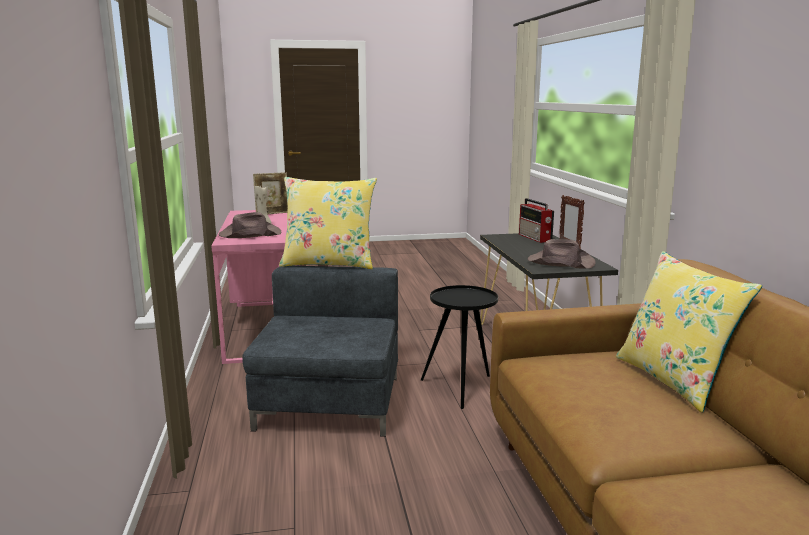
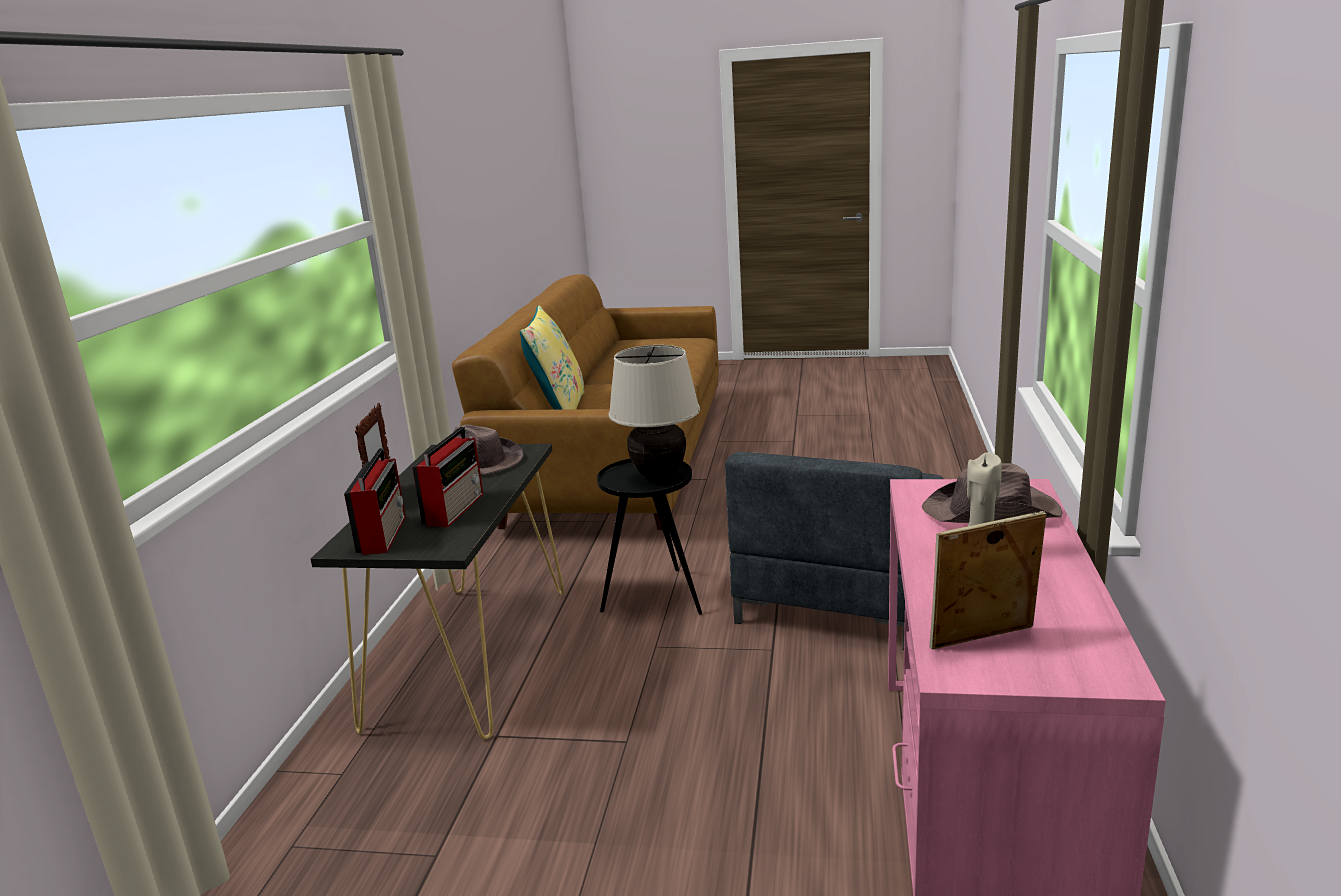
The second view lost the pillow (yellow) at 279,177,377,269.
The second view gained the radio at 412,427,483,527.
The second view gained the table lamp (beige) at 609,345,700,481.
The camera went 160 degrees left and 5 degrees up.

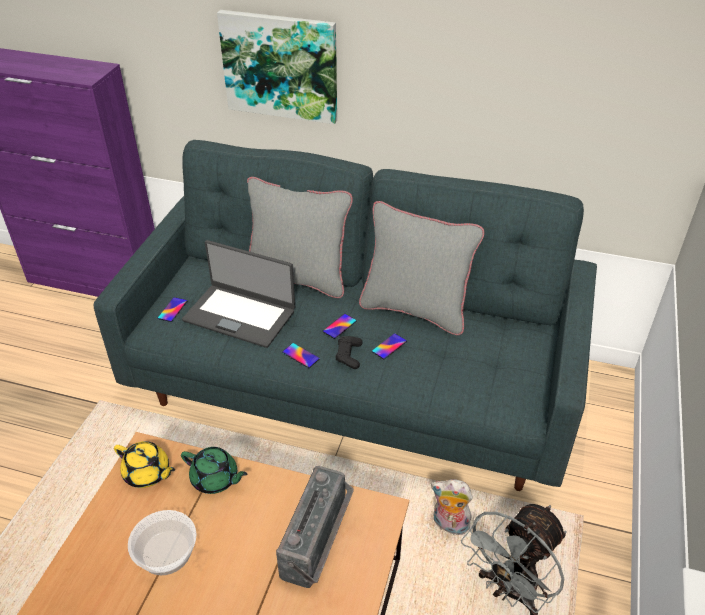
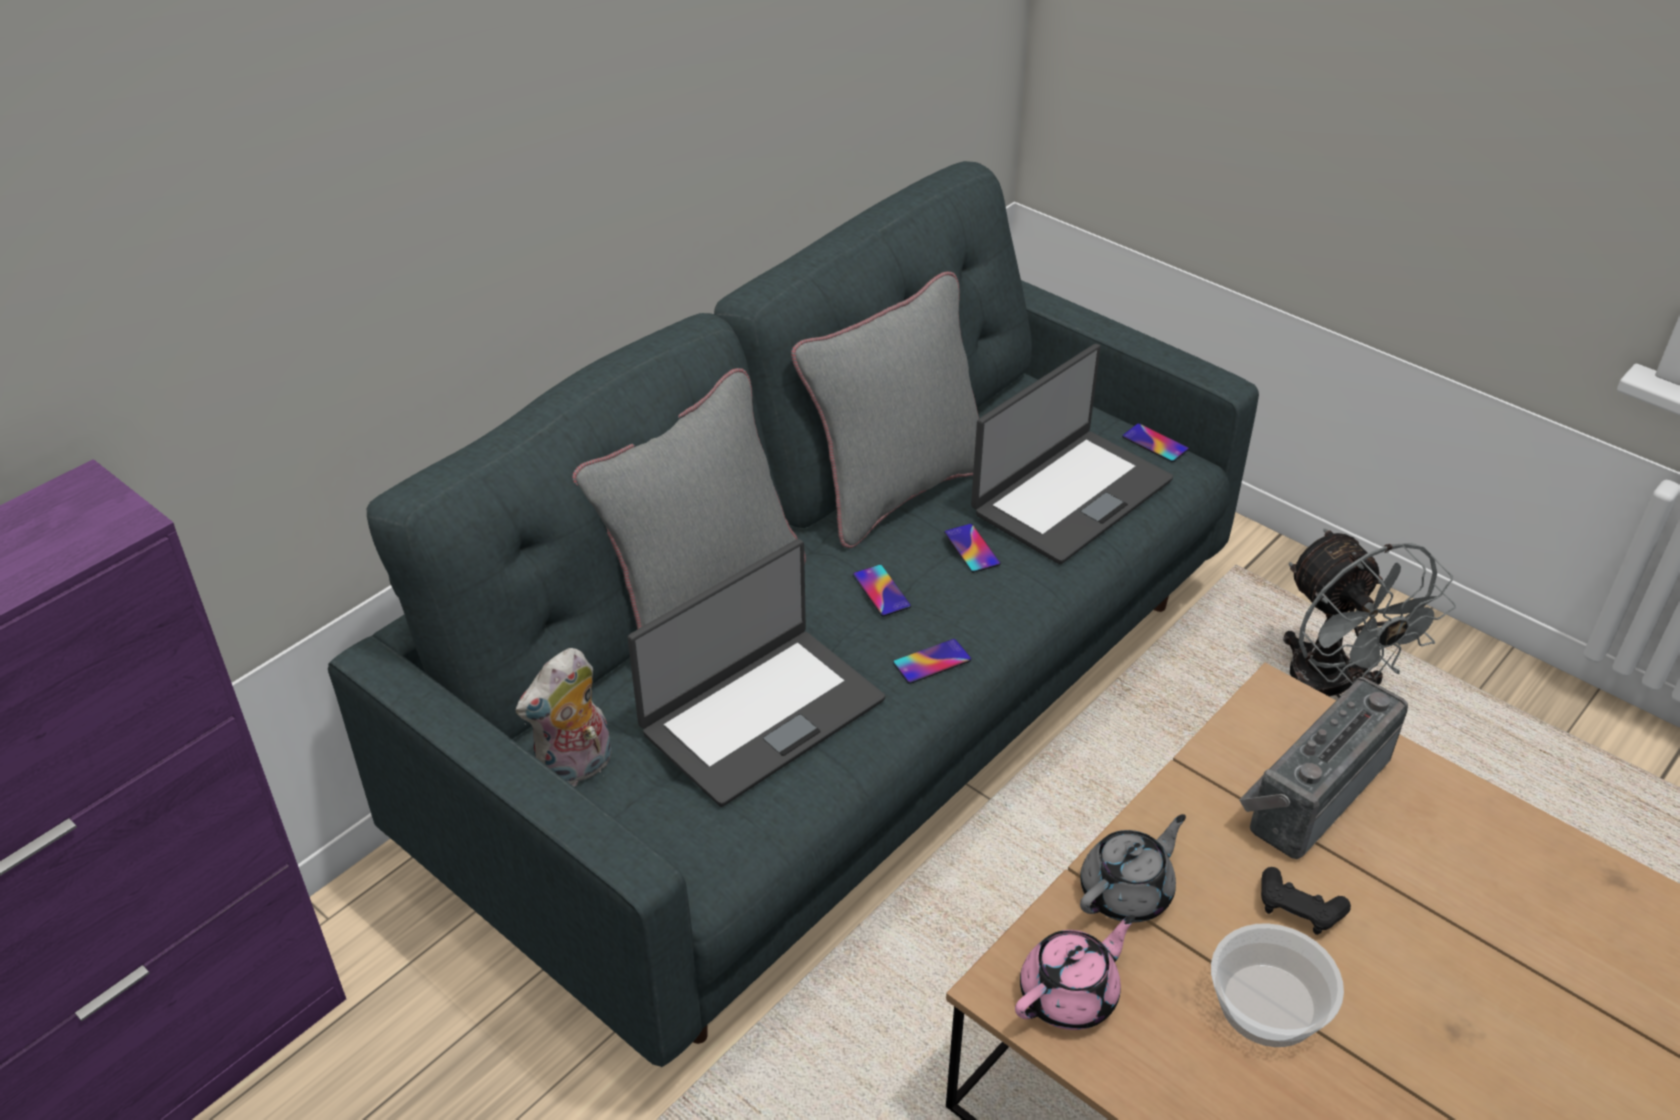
The second view lost the picture at 217,10,337,124.
The second view gained the laptop at 971,344,1173,564.
The phone ended up elsewhere, having gone from 158,297,187,322 to 1122,423,1189,462.
The game controller (black) ended up elsewhere, having gone from 336,336,363,369 to 1261,867,1351,935.
The plush toy ended up elsewhere, having gone from 431,479,473,535 to 516,648,612,787.
What was the teapot (yellow) at 114,441,175,488 turned into the teapot (pink) at 1015,915,1135,1030.
What was the teapot (green) at 181,447,247,494 turned into the teapot (grey) at 1080,814,1186,923.
The radio at 276,466,354,588 ended up facing another way, 90 degrees counterclockwise from before.
The camera went 65 degrees left and 0 degrees up.

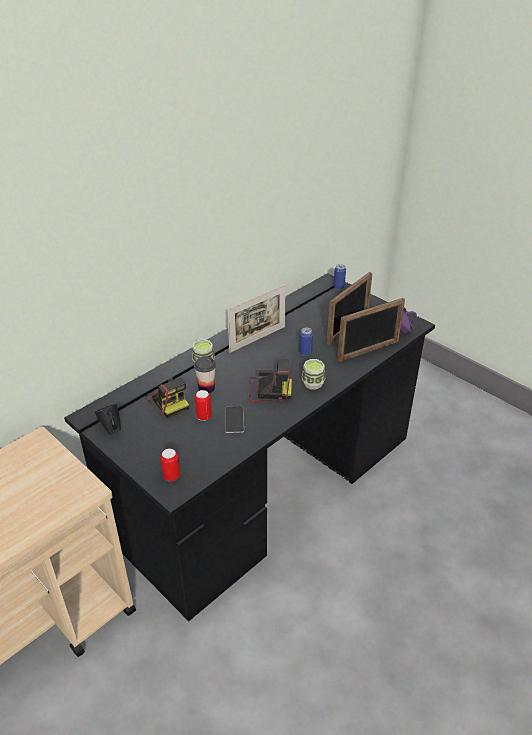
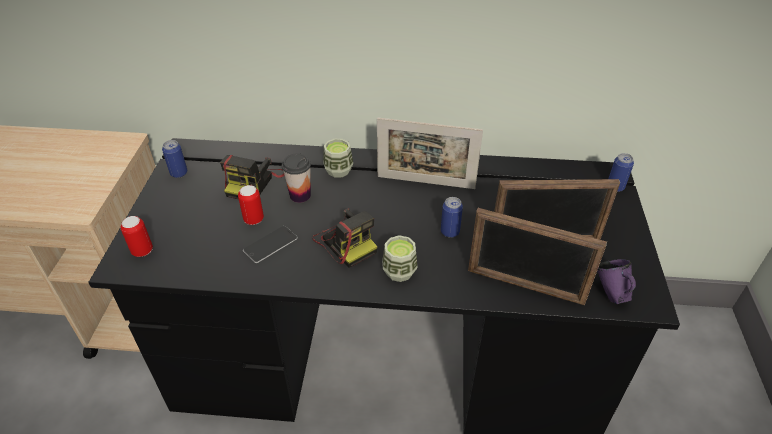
Where the mug (black) stood at 95,404,121,435, the can came to stand at 162,140,187,178.
The camera went 50 degrees right and 5 degrees up.

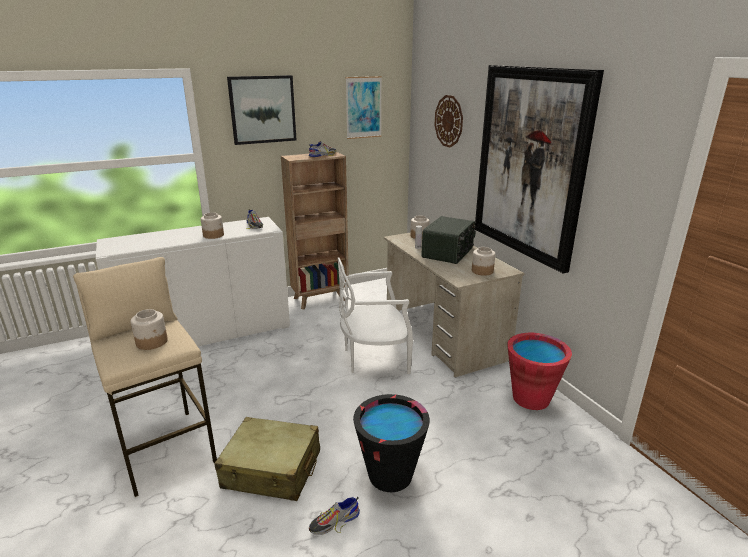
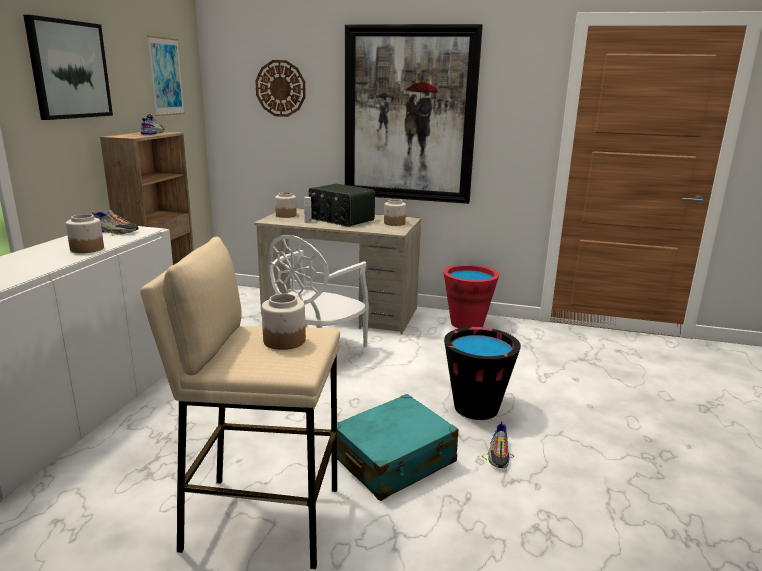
What was the suitcase (beige) at 214,417,320,501 turned into the suitcase (turquoise) at 337,394,459,501.
The radio at 422,216,476,264 ended up facing another way, 150 degrees clockwise from before.
The camera went 50 degrees left and 5 degrees down.

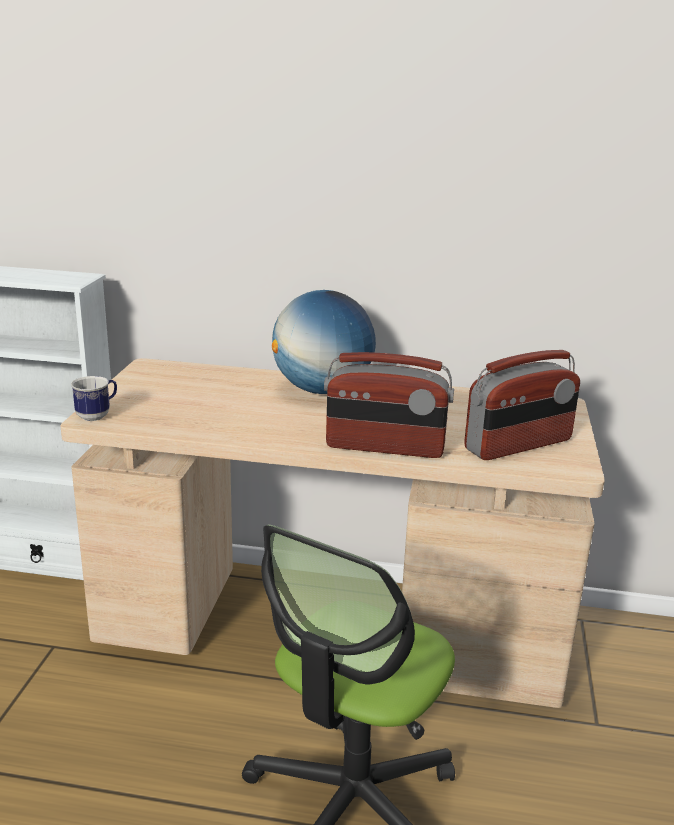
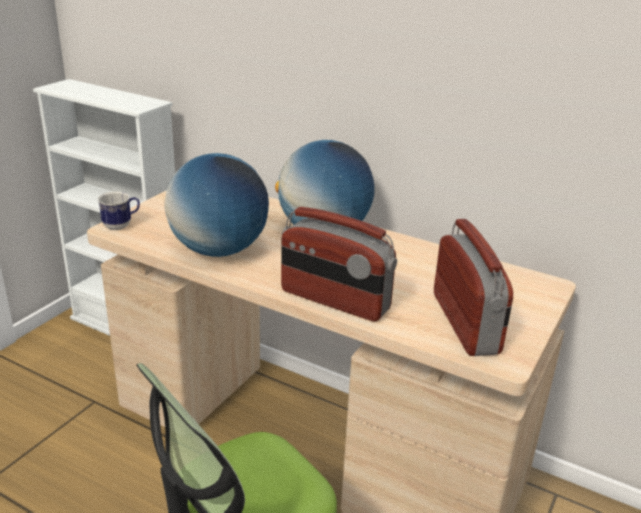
The second view gained the globe at 165,153,269,257.
The radio at 464,350,580,460 ended up facing another way, 90 degrees counterclockwise from before.
The camera went 20 degrees right and 5 degrees up.

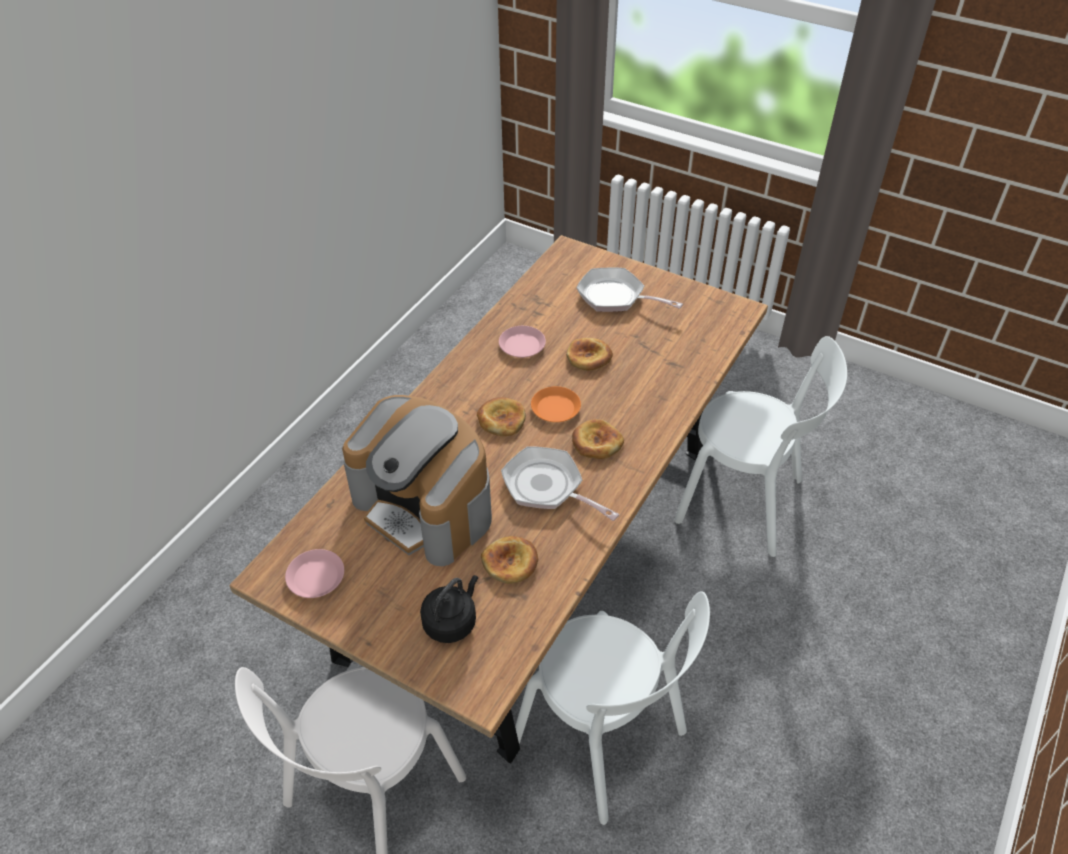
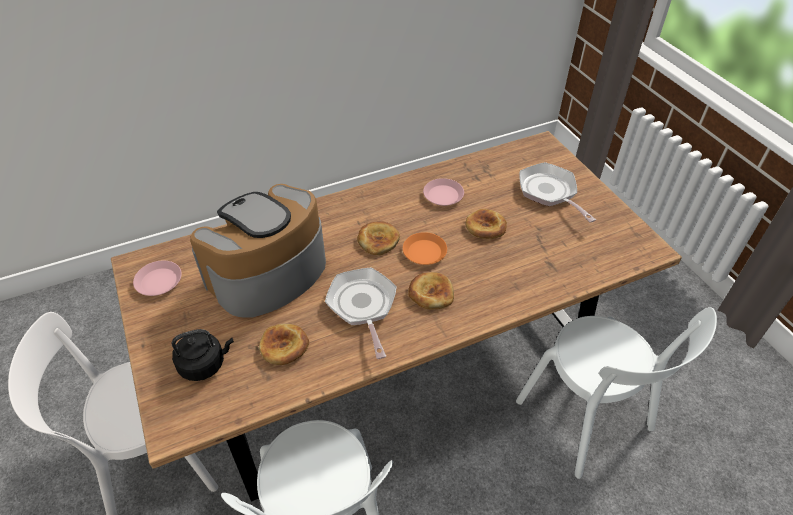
The coffee machine at 342,395,492,566 ended up facing another way, 60 degrees clockwise from before.
The camera went 35 degrees right and 0 degrees up.

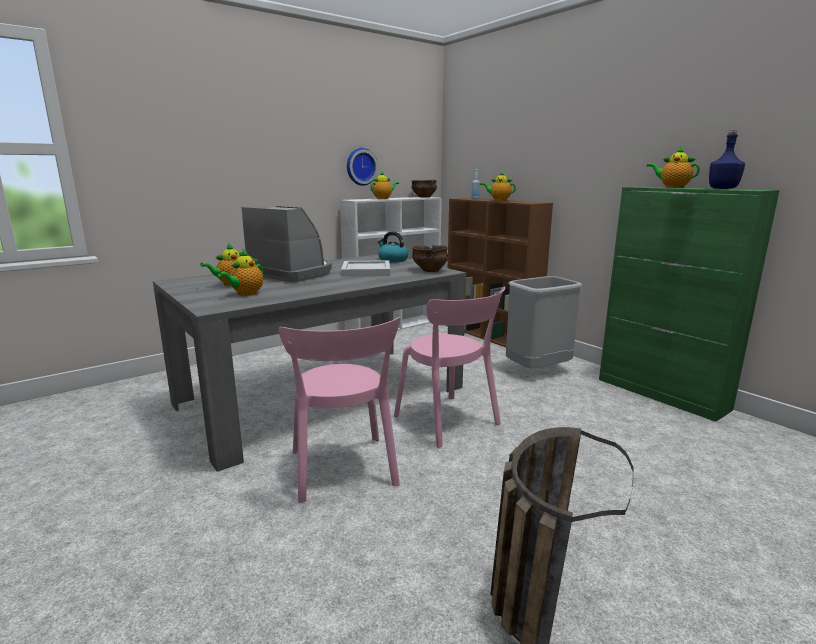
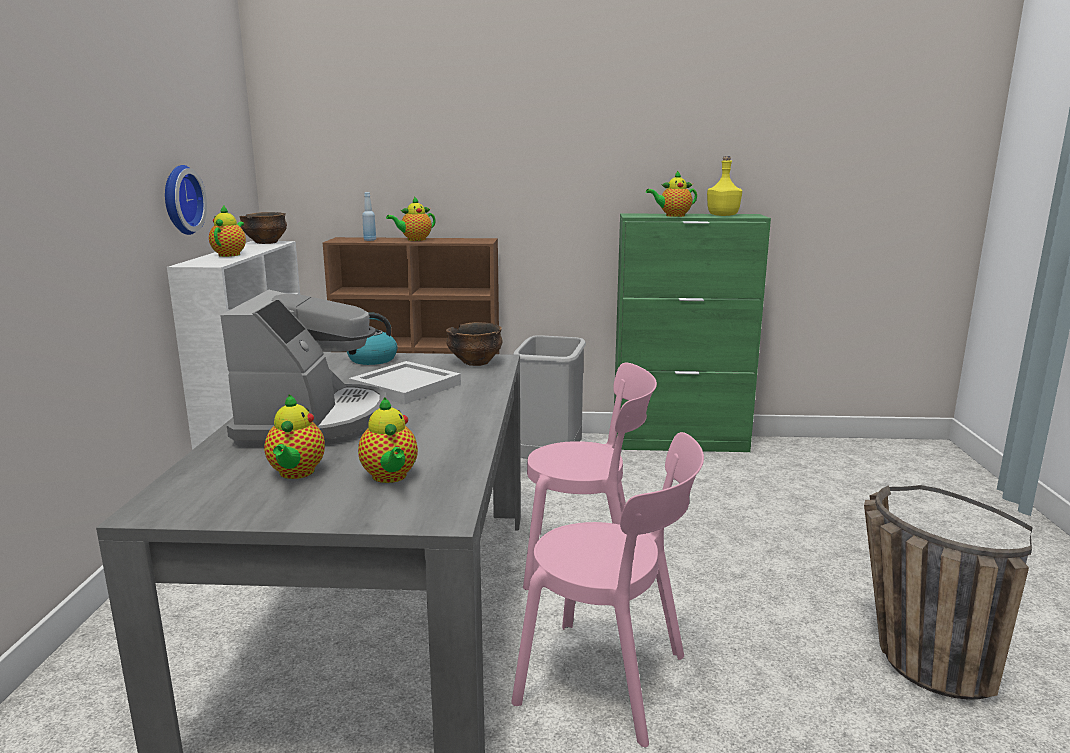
What was the bottle (blue) at 709,130,745,189 turned into the bottle (yellow) at 707,156,742,216.
The coffee machine at 242,206,332,282 ended up facing another way, 105 degrees clockwise from before.
The camera went 50 degrees left and 0 degrees up.

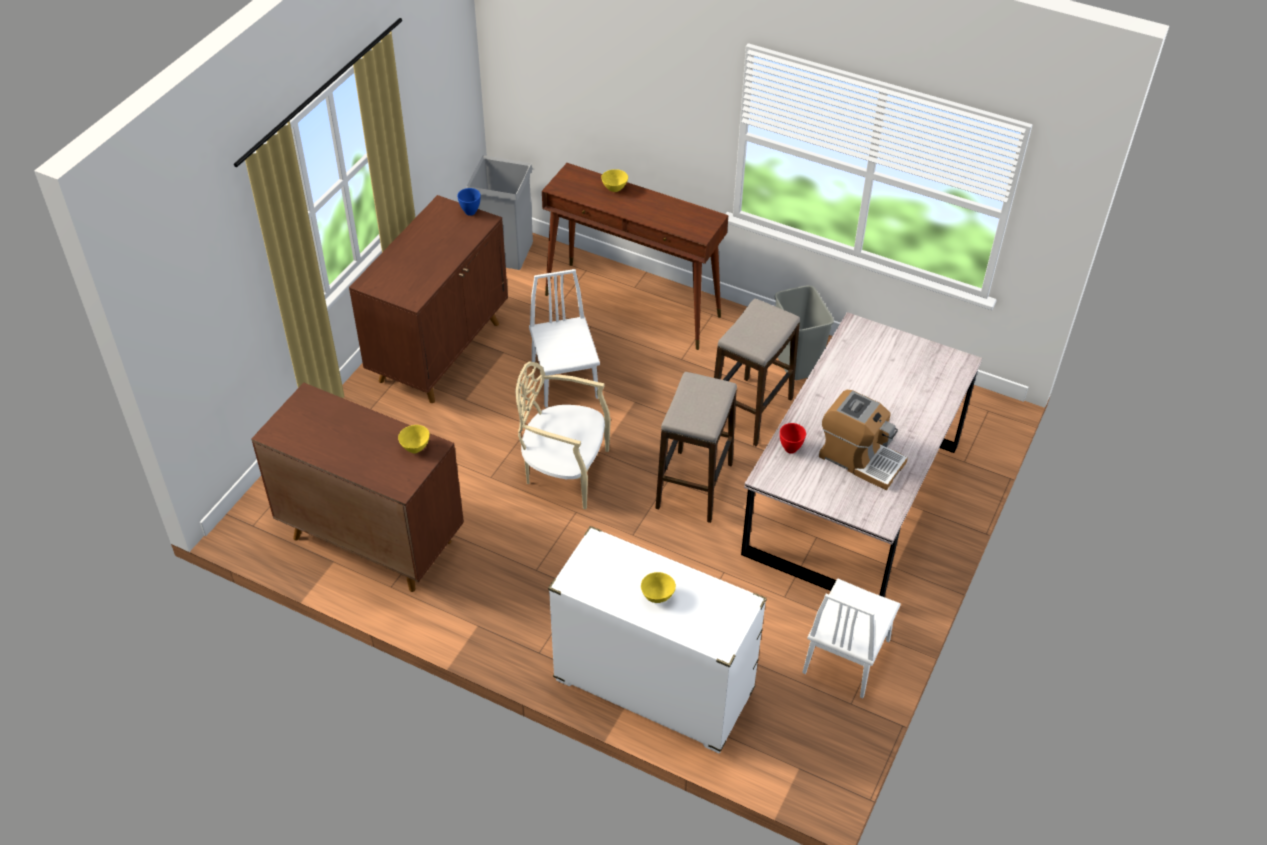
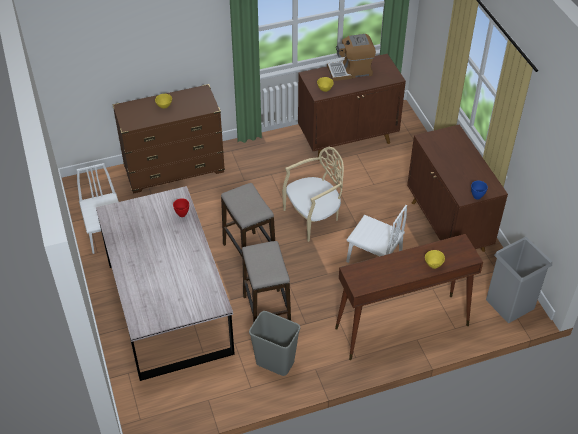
The coffee machine ended up elsewhere, having gone from 819,390,908,490 to 327,34,376,81.
What was the dresser (white) at 548,526,767,754 turned into the dresser (brown) at 112,84,225,194.
The camera went 135 degrees right and 0 degrees up.

